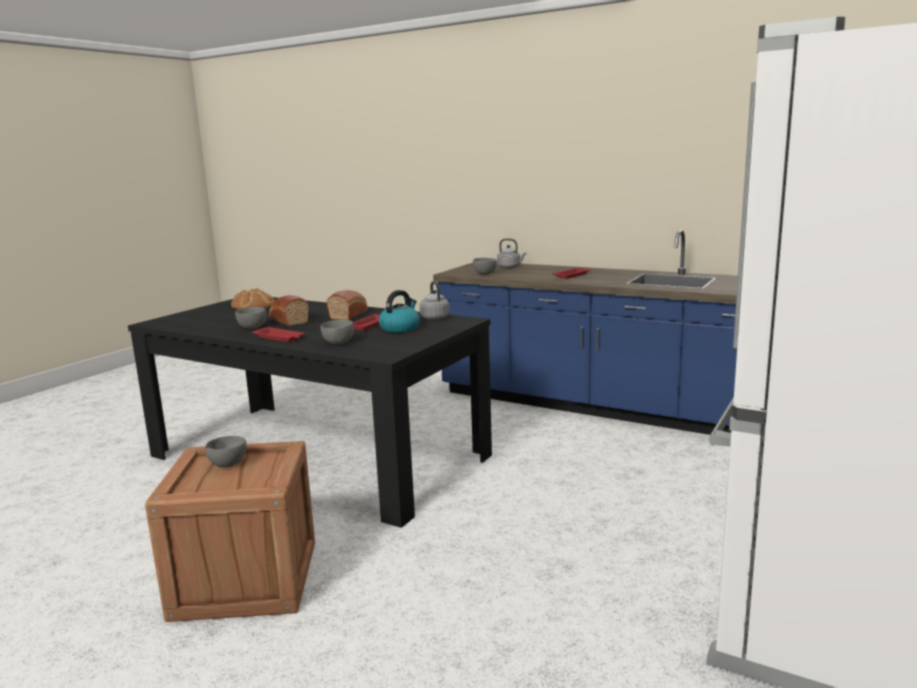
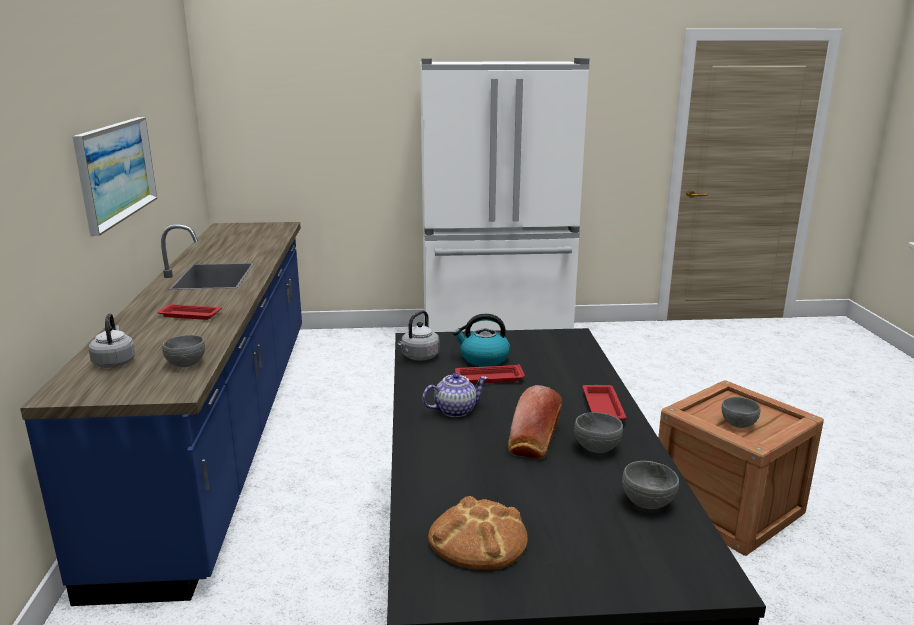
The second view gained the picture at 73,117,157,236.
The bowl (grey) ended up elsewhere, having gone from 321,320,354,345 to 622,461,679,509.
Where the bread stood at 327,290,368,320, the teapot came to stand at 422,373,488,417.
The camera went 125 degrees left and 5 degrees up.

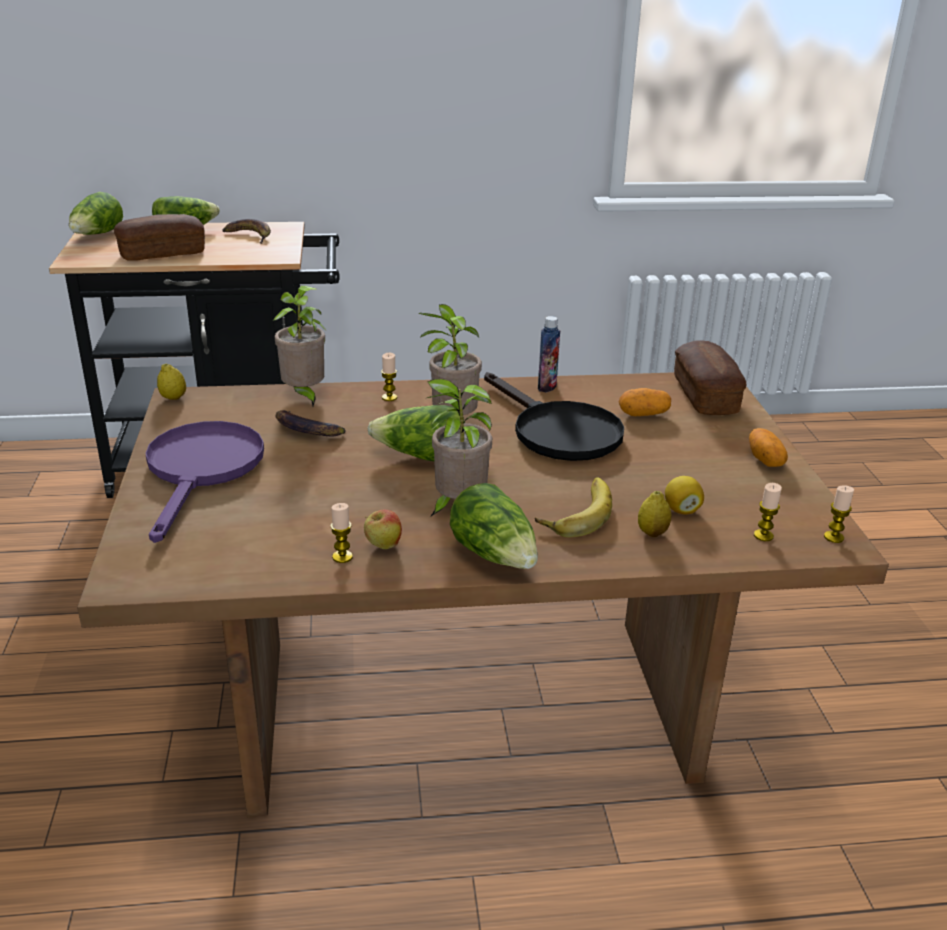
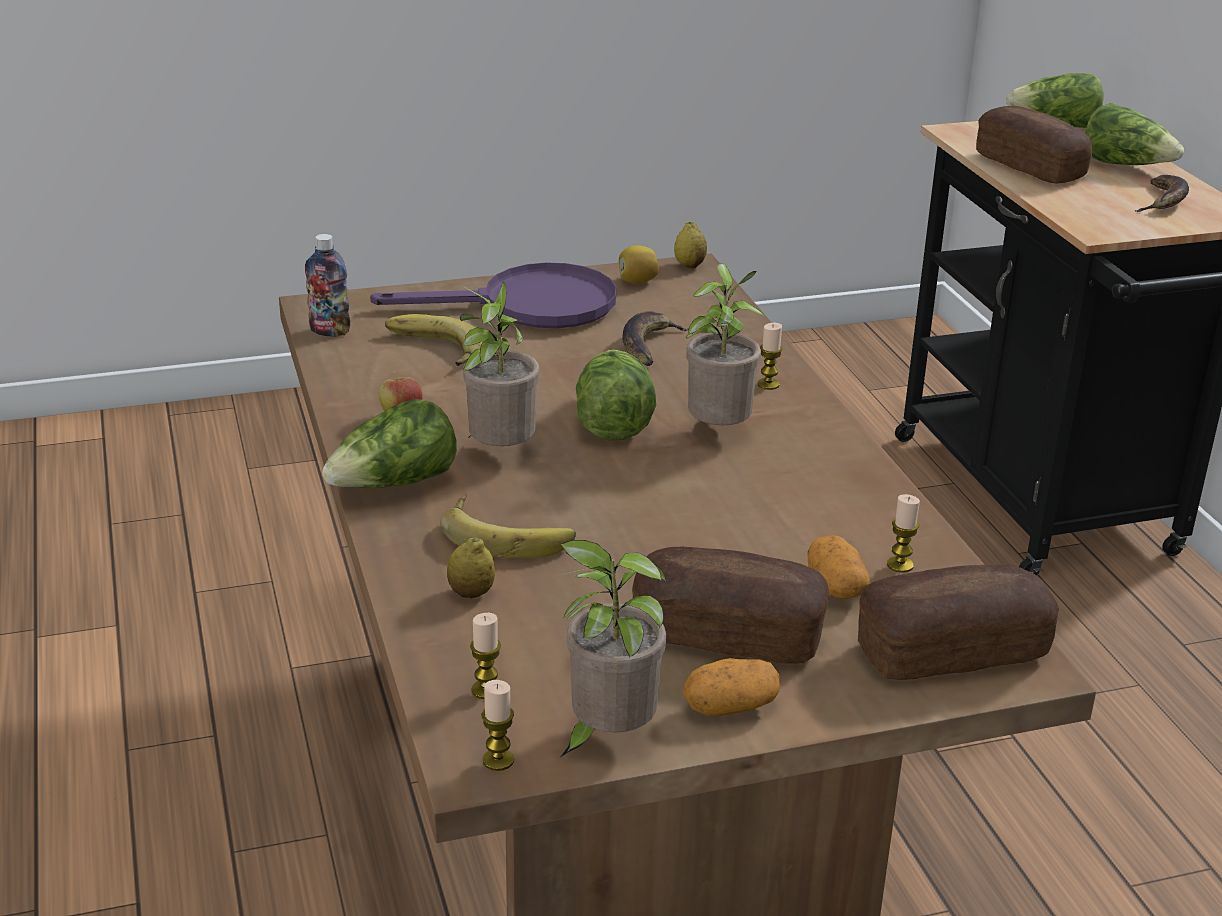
The second view lost the frying pan (black) at 484,372,624,461.
The second view gained the banana at 385,314,484,366.
The second view gained the bread at 632,547,829,664.
The potted plant ended up elsewhere, having gone from 272,285,326,406 to 553,540,666,757.
The candle ended up elsewhere, having gone from 330,503,353,563 to 887,494,920,573.
The bottle ended up elsewhere, having gone from 538,316,560,393 to 305,234,350,336.
The lemon ended up elsewhere, having gone from 665,476,704,515 to 619,245,659,283.
The camera went 80 degrees right and 0 degrees up.

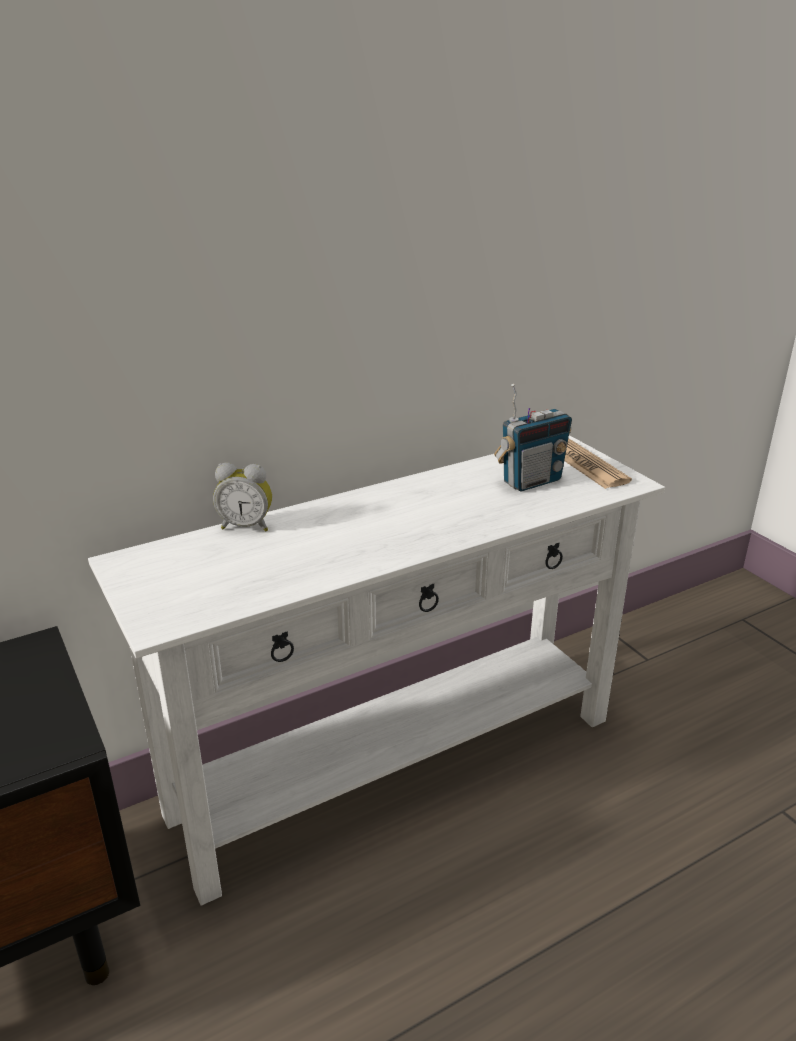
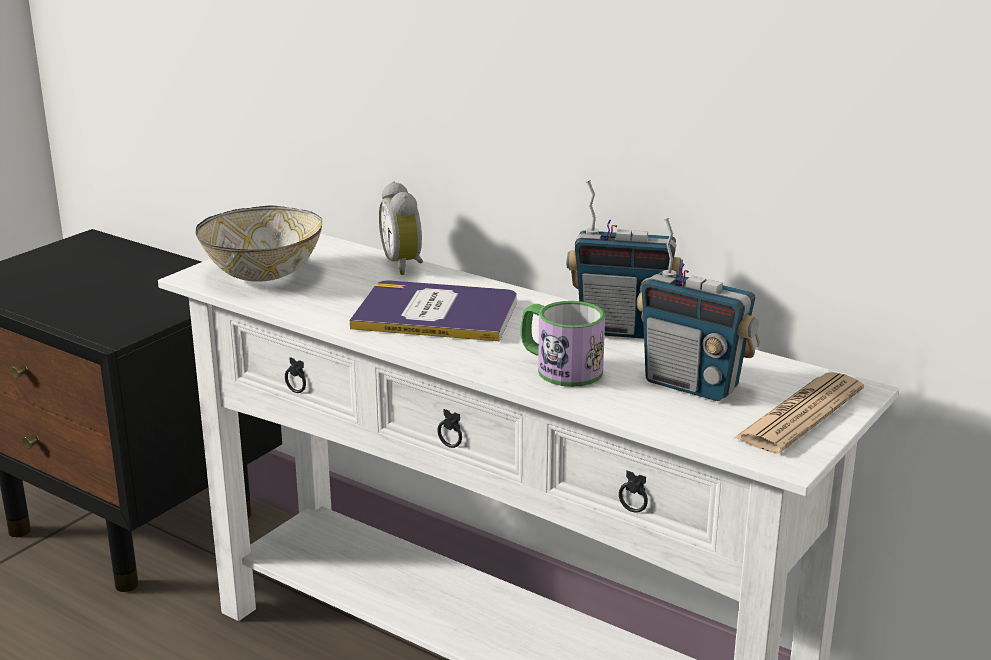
The second view gained the bowl at 196,206,322,282.
The second view gained the book at 350,281,517,341.
The second view gained the mug at 521,301,605,387.
The second view gained the radio at 567,180,683,339.
The camera went 65 degrees right and 5 degrees down.

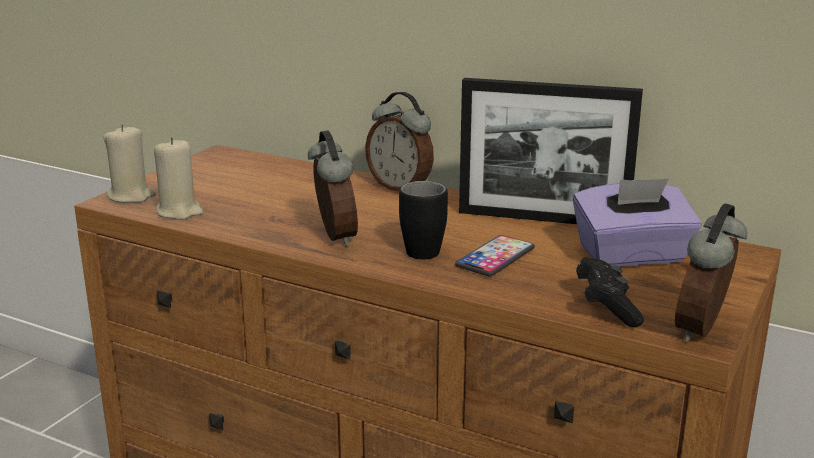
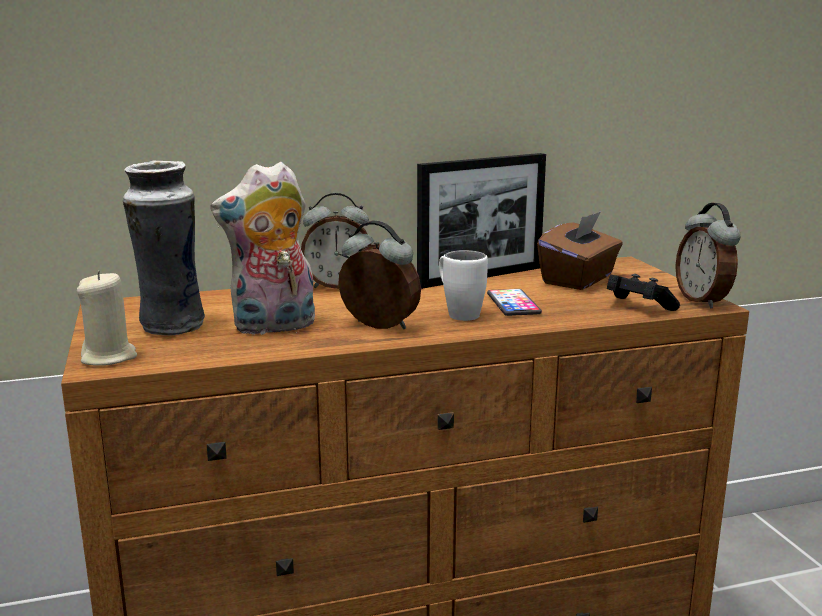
The second view lost the candle (beige) at 154,137,203,220.
The second view gained the vase at 123,160,205,336.
The second view gained the plush toy at 210,162,315,335.
What was the mug (black) at 399,181,448,259 turned into the mug (white) at 439,250,488,321.
What was the tissue box (purple) at 573,178,701,267 turned into the tissue box (brown) at 537,211,622,290.
The camera went 45 degrees left and 5 degrees down.

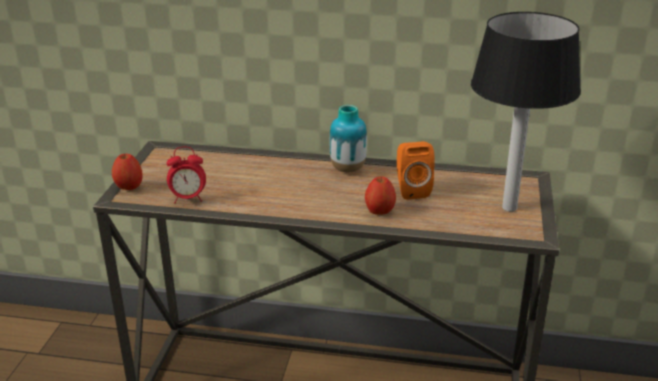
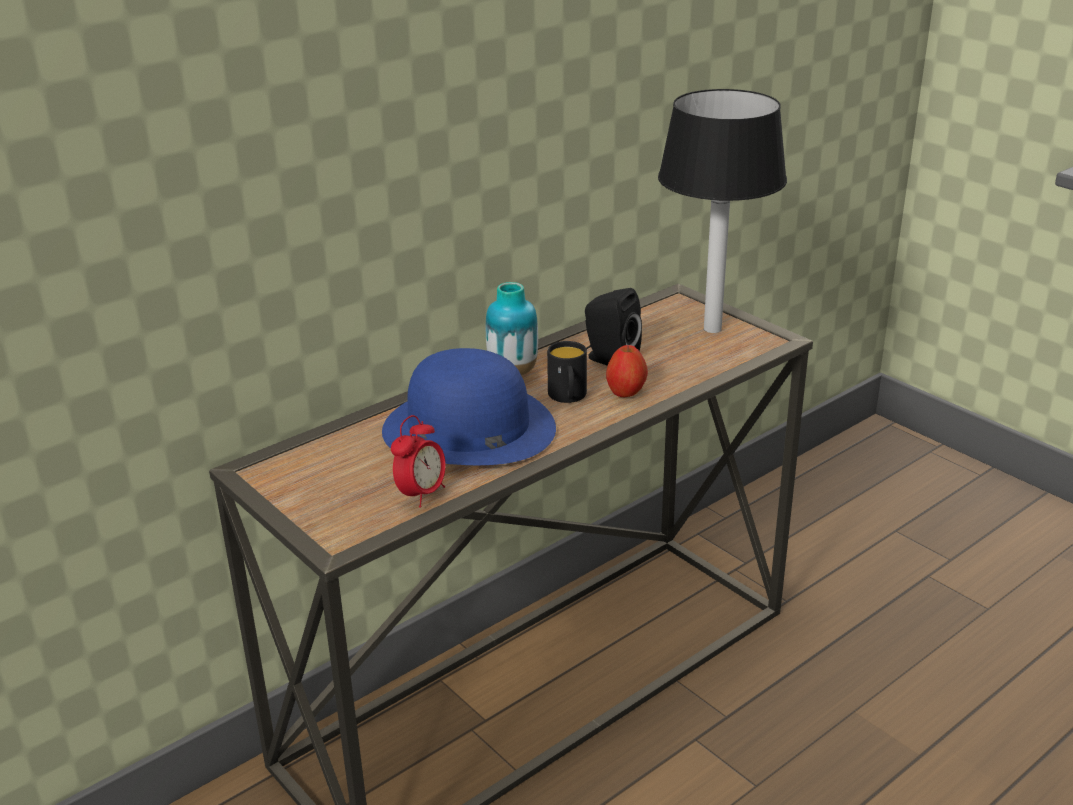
The second view lost the apple at 112,154,142,190.
The second view gained the hat (blue) at 382,348,556,465.
The second view gained the mug (black) at 547,341,587,403.
What was the speaker (orange) at 397,142,435,200 turned into the speaker (black) at 585,288,642,366.
The camera went 50 degrees left and 0 degrees up.

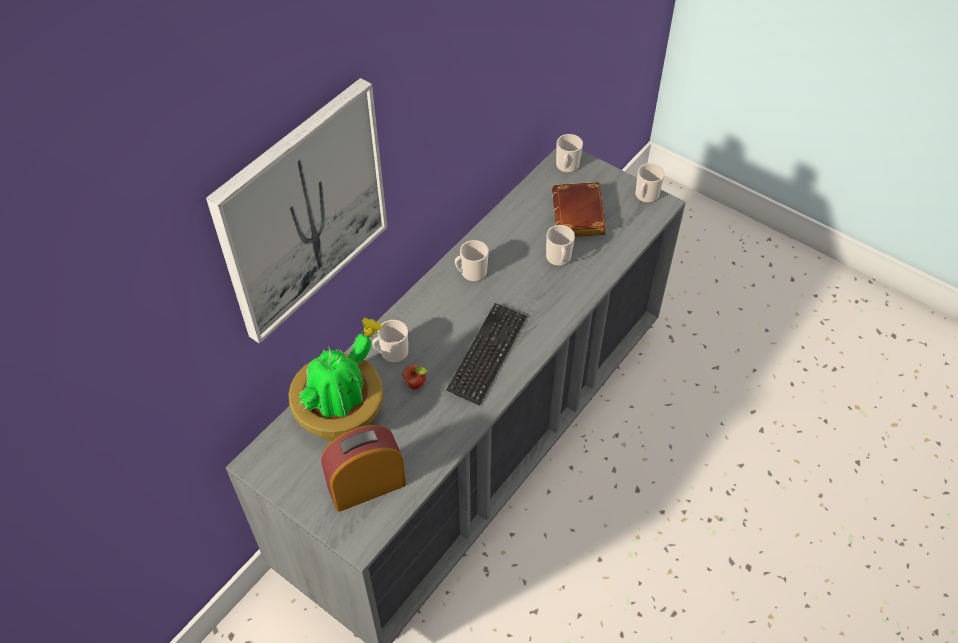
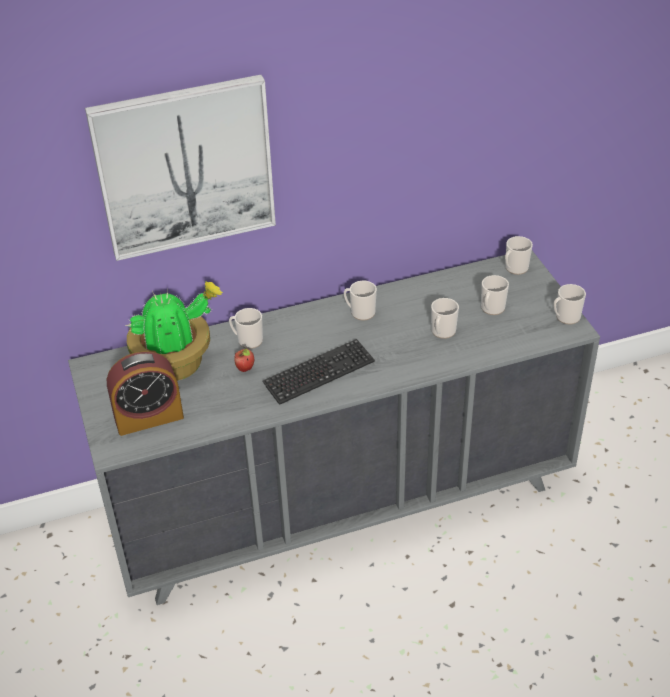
Where the book (brown) stood at 552,182,606,237, the mug came to stand at 481,275,509,315.
The alarm clock at 321,425,406,512 ended up facing another way, 150 degrees clockwise from before.
The camera went 35 degrees right and 10 degrees down.

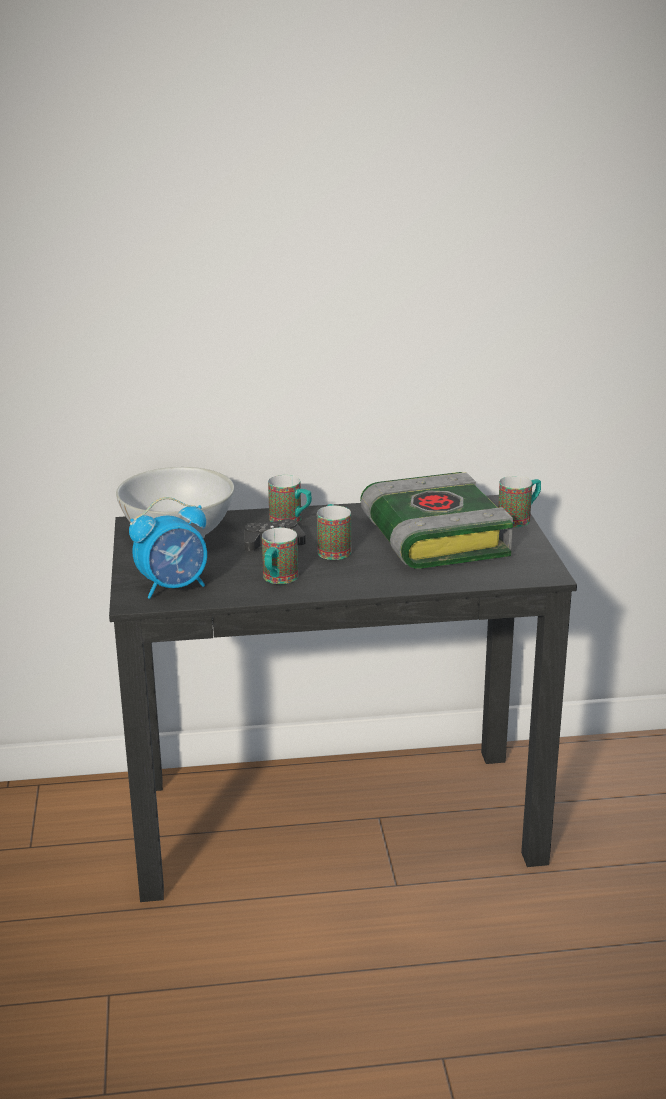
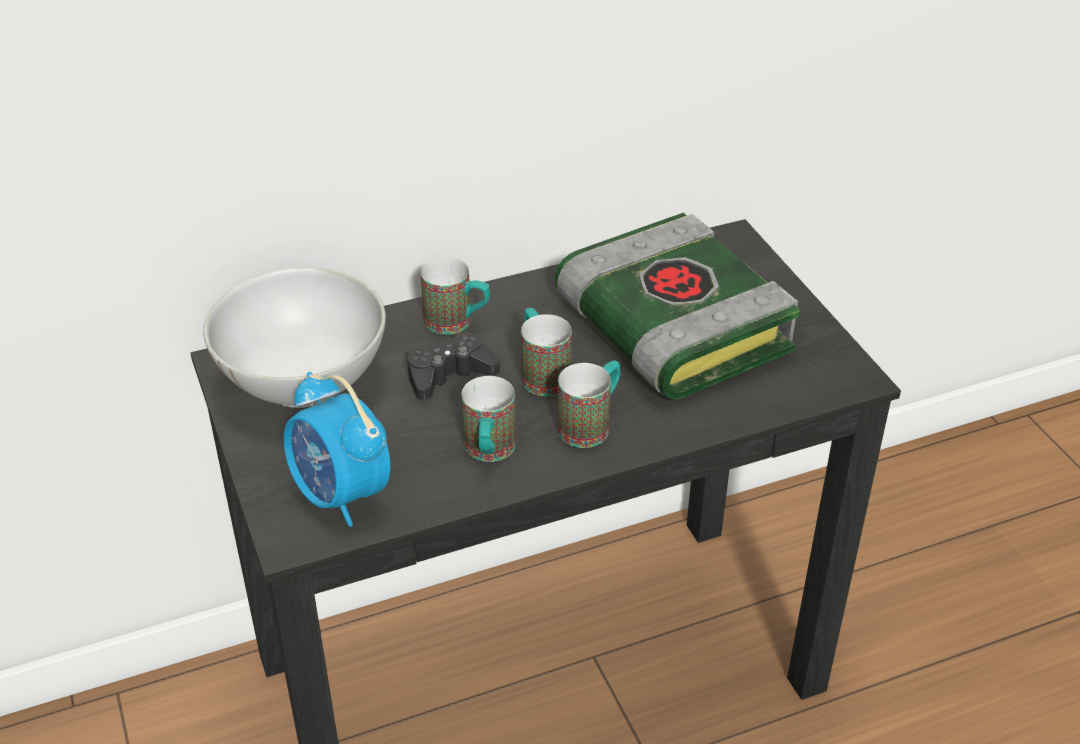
The mug ended up elsewhere, having gone from 498,476,541,527 to 558,360,620,448.
The alarm clock at 129,497,207,599 ended up facing another way, 90 degrees clockwise from before.
The camera went 15 degrees left and 15 degrees up.

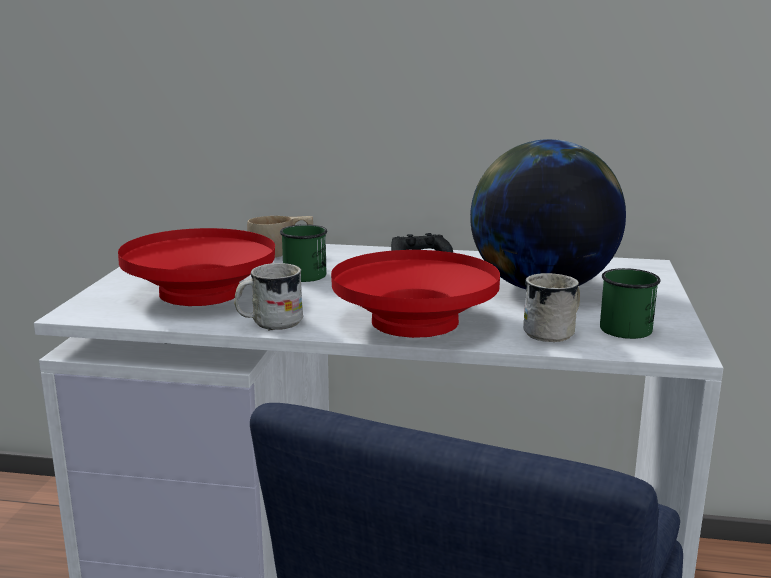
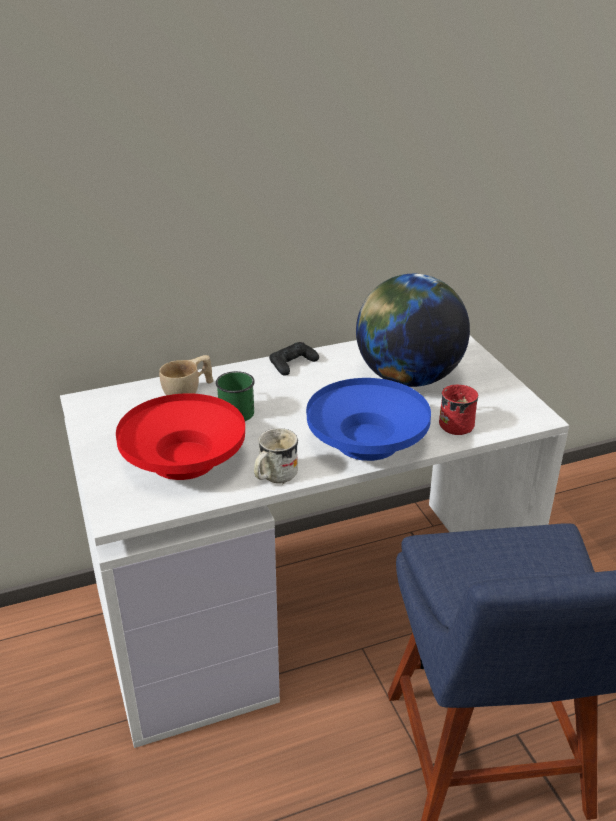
The second view lost the mug (green) at 600,268,660,339.
What was the bowl (red) at 331,250,500,338 turned into the bowl (blue) at 306,378,431,461.
What was the mug (white) at 523,273,580,342 turned into the mug (red) at 439,385,478,435.
The camera went 30 degrees left and 15 degrees up.

